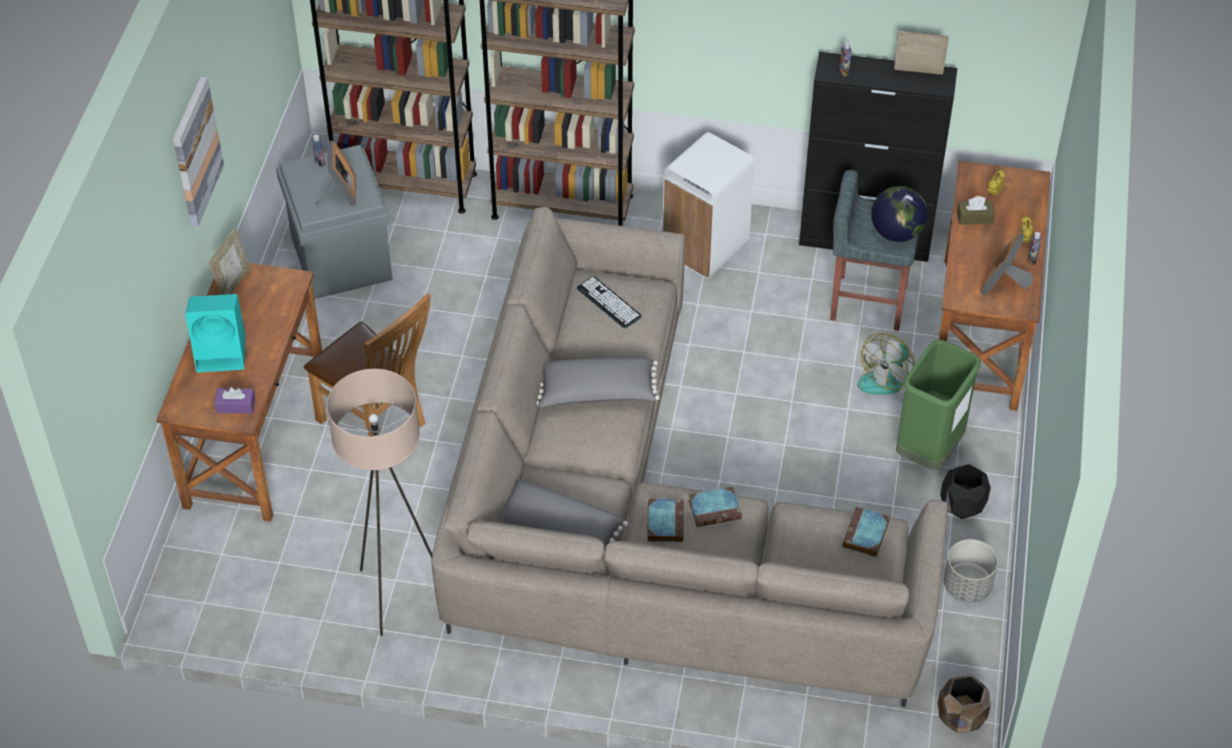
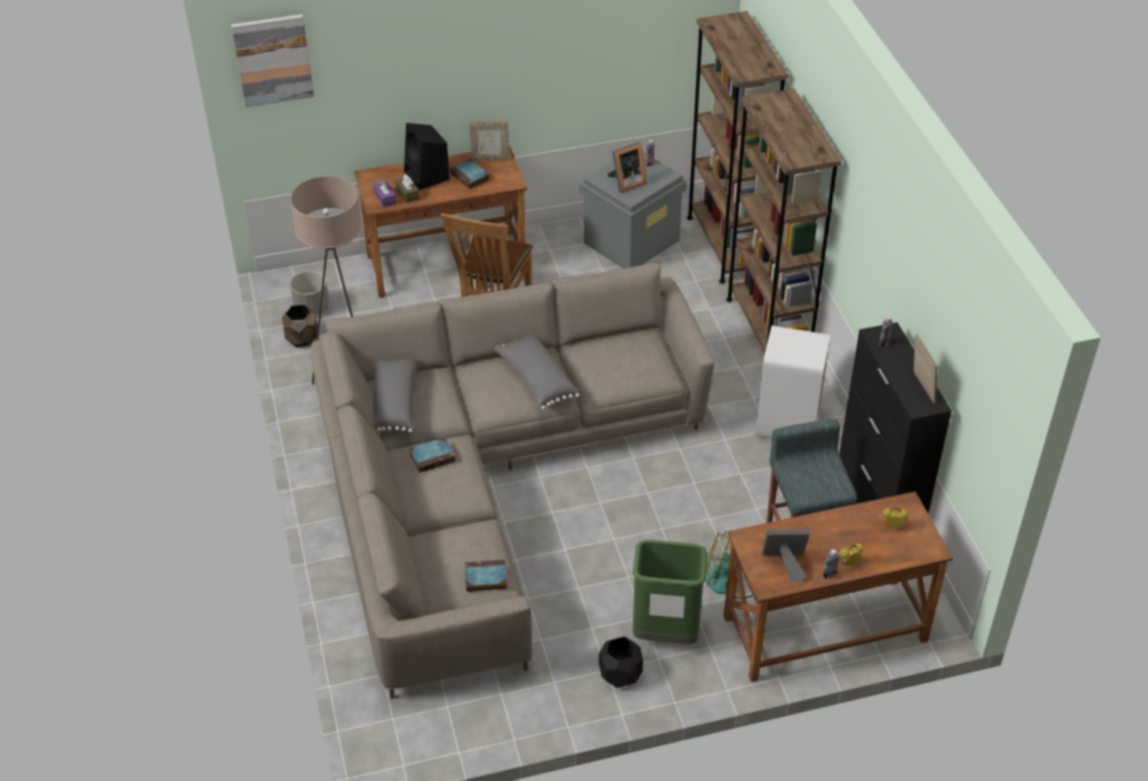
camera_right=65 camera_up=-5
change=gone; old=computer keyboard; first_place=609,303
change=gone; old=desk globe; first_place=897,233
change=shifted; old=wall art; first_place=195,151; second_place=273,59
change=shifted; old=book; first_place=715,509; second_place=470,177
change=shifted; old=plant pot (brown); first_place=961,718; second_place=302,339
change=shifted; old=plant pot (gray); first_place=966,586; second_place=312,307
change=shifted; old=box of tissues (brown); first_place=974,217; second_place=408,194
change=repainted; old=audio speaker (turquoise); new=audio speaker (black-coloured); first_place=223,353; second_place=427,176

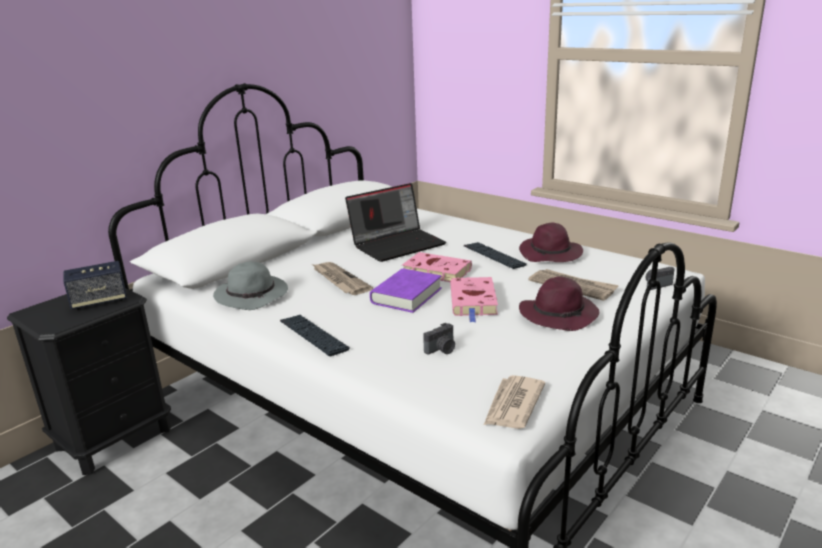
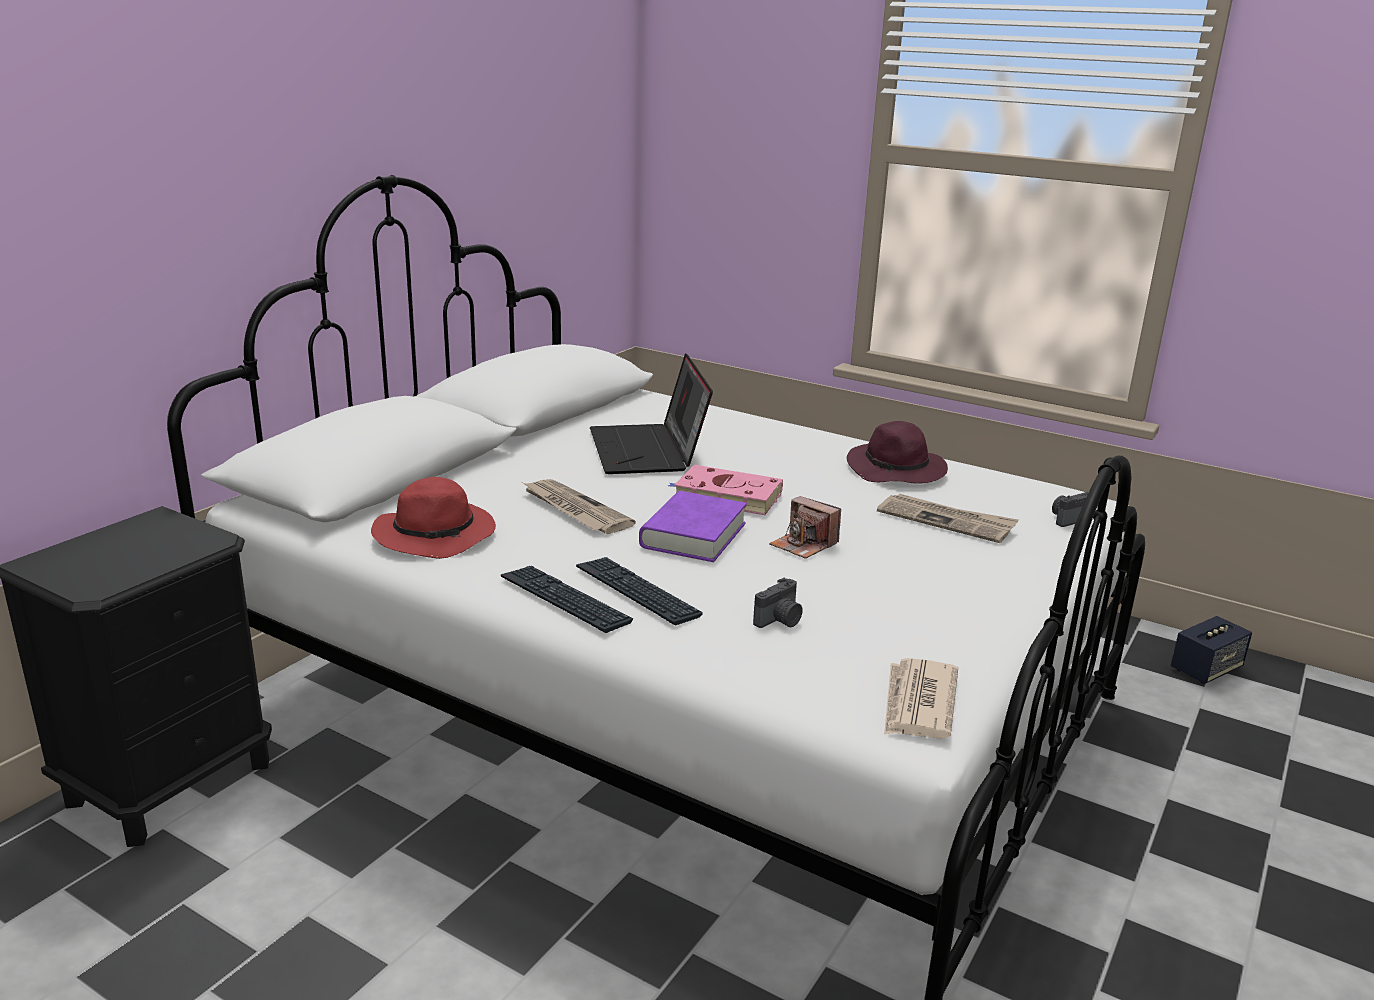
camera_right=-10 camera_up=0
change=gone; old=hat (purplish); first_place=559,314
change=shifted; old=audio speaker; first_place=99,301; second_place=1205,669
change=shifted; old=computer keyboard; first_place=493,256; second_place=637,592
change=swapped; old=book (pink-coloured); new=still camera; first_place=474,302; second_place=803,545
change=repainted; old=hat (gray); new=hat (red-coloured); first_place=253,296; second_place=437,535
change=rotated; old=laptop; first_place=398,244; second_place=649,451; degrees=120

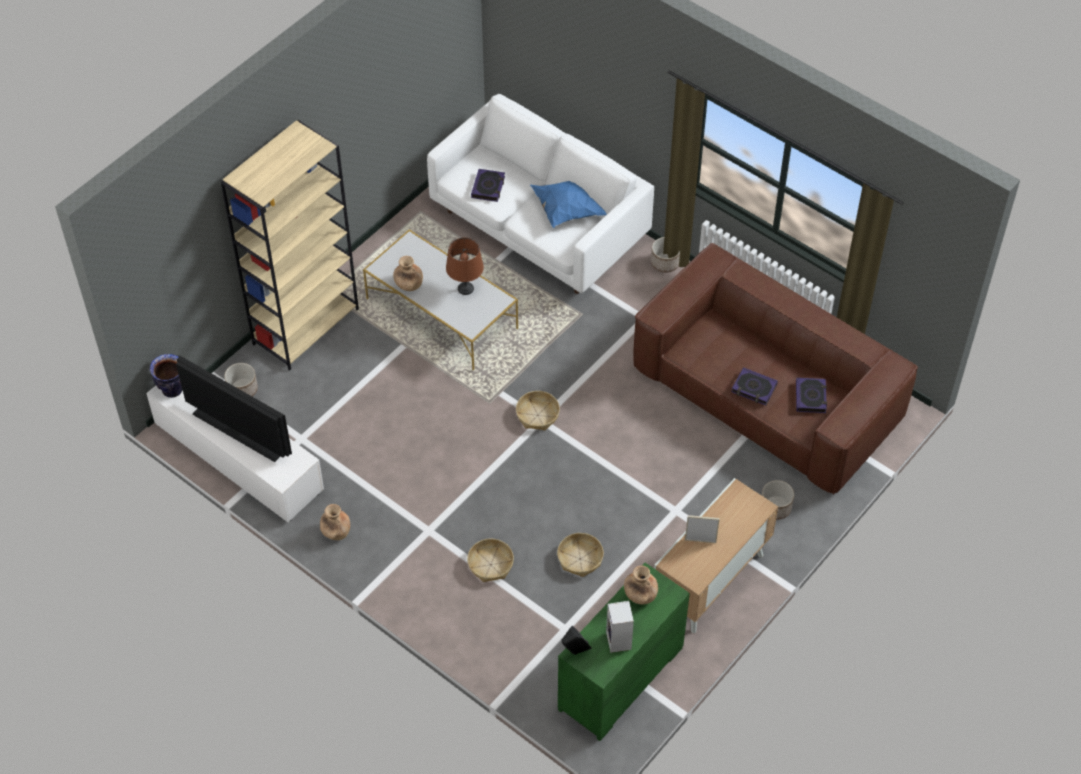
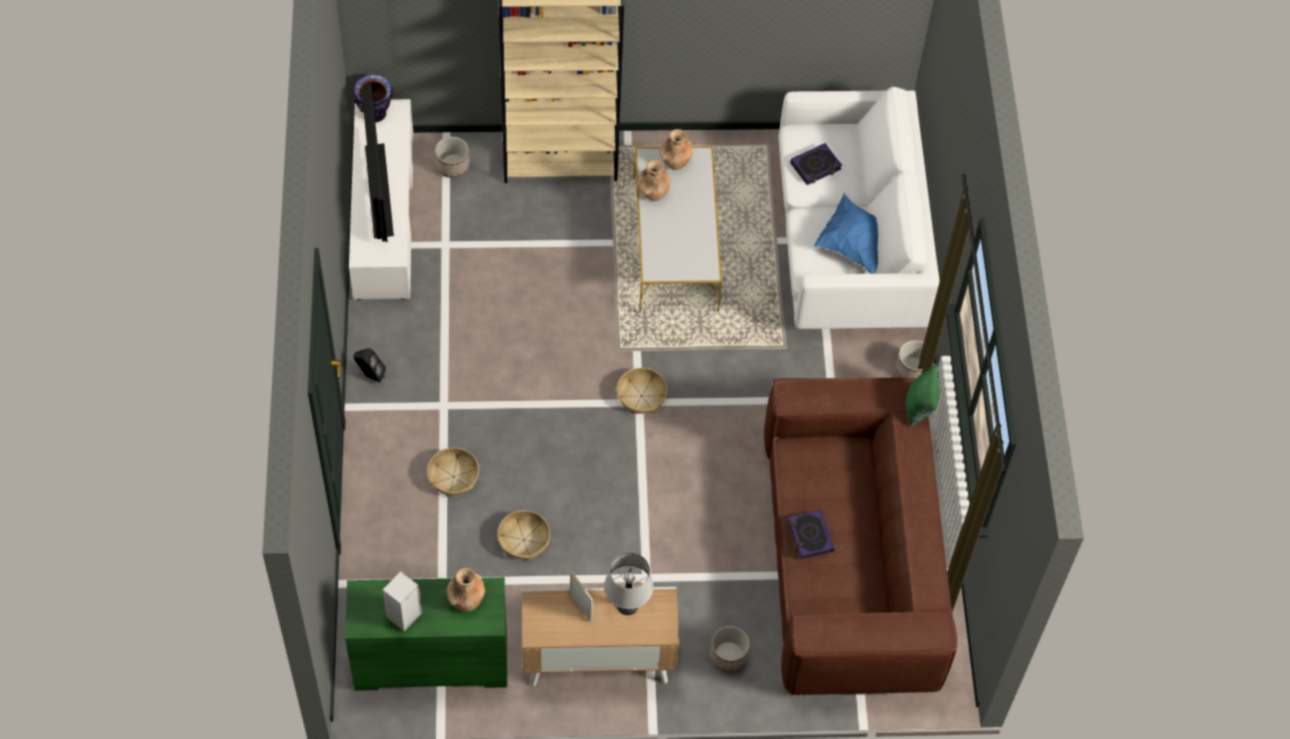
camera_right=45 camera_up=5
change=gone; old=tabletop lamp (brown); first_place=465,288
change=gone; old=book; first_place=811,397
change=new; new=tabletop lamp (gray); second_place=627,606
change=new; new=cushion (green); second_place=919,406
change=shifted; old=flower vase (brown); first_place=335,531; second_place=675,160
change=shifted; old=audio speaker (black-coloured); first_place=575,652; second_place=370,375

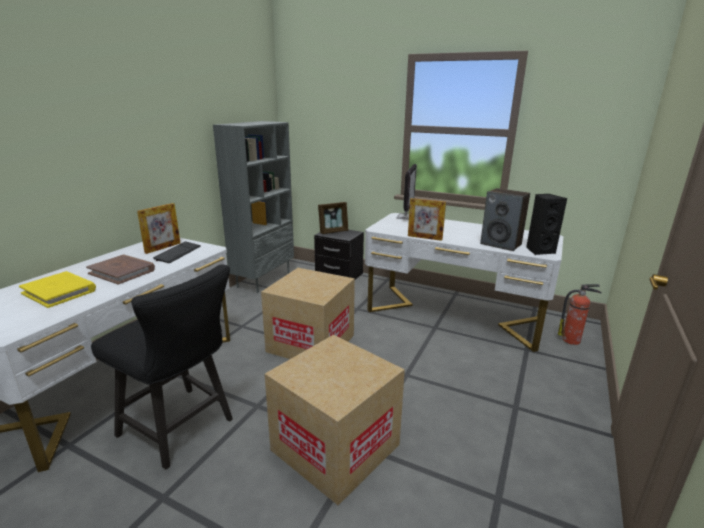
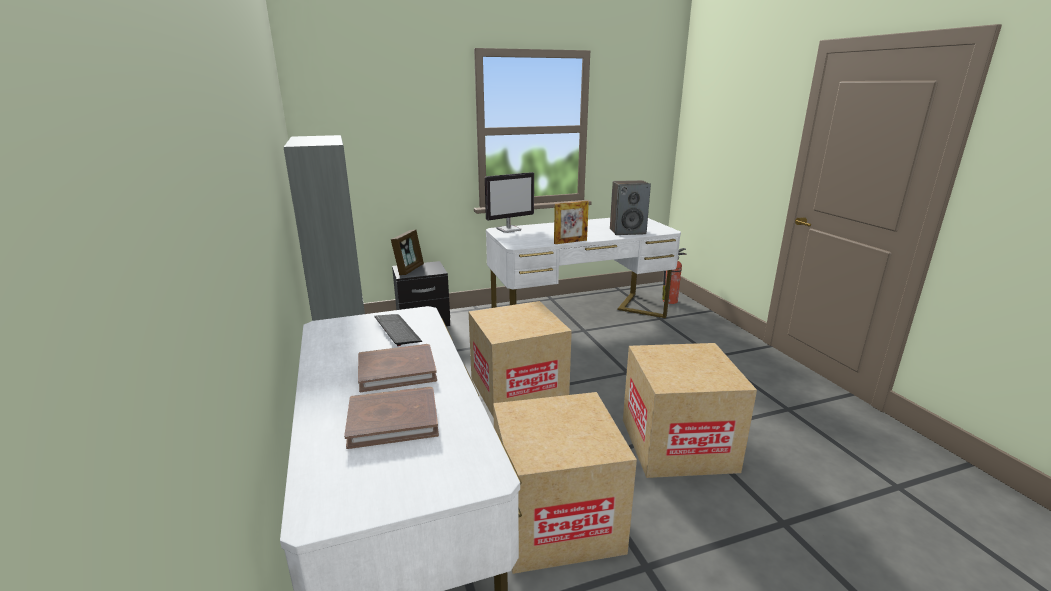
camera_right=-45 camera_up=0
change=gone; old=photo frame; first_place=163,248
change=gone; old=audio speaker (black-coloured); first_place=539,251
change=swapped; old=chair (black-coloured); new=cardboard box; first_place=182,429; second_place=556,519
change=repainted; old=book (yellowish); new=book (brown); first_place=59,292; second_place=393,420
change=rotated; old=monitor; first_place=406,217; second_place=509,229; degrees=90

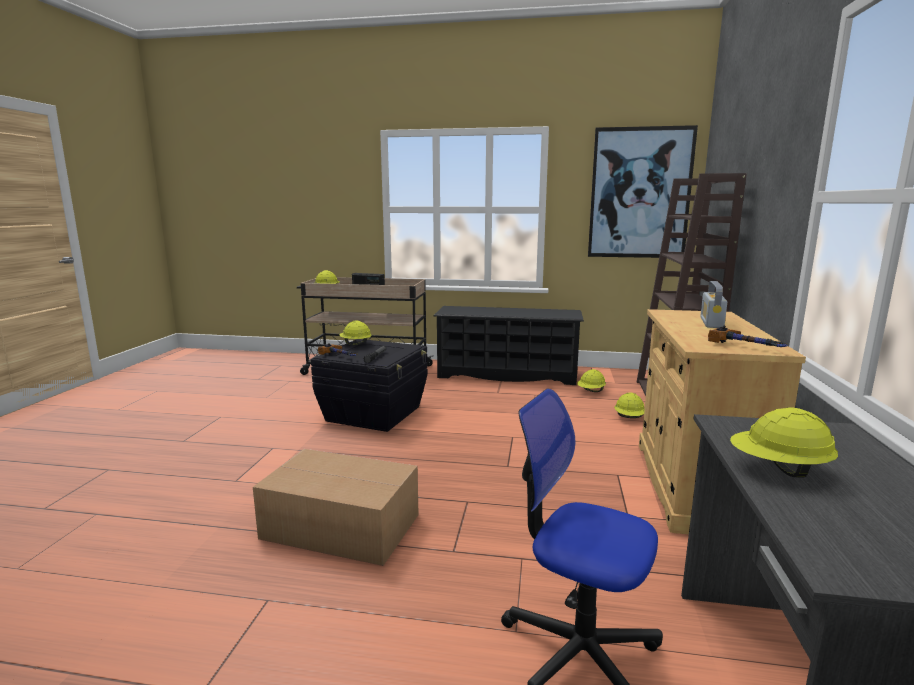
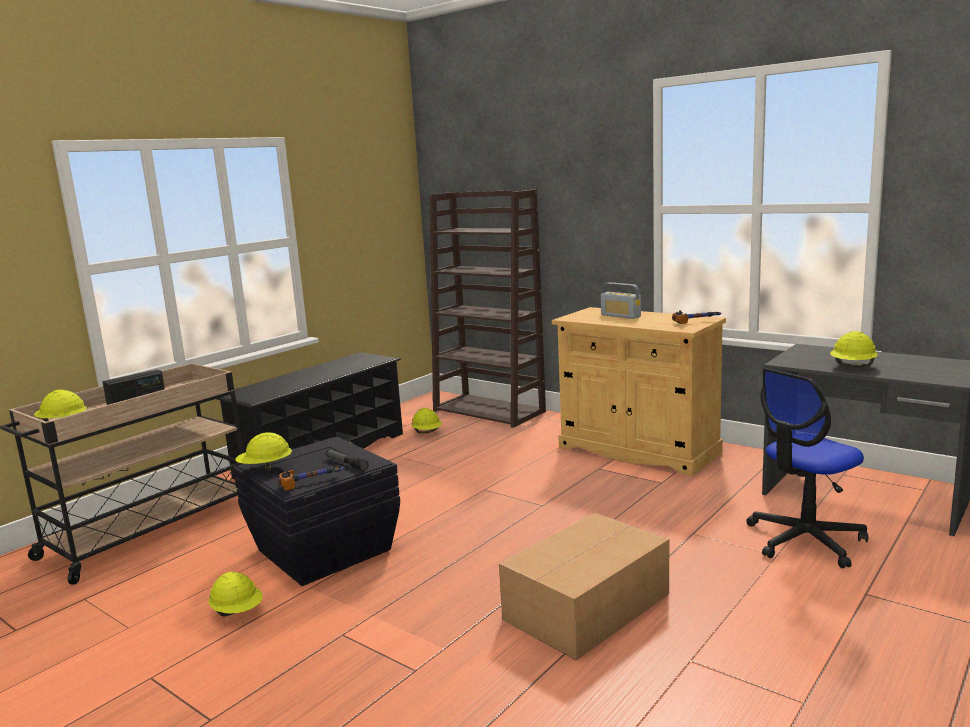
camera_right=-60 camera_up=0
change=gone; old=wall art; first_place=640,193
change=shifted; old=hard hat (yellowish); first_place=629,418; second_place=238,612

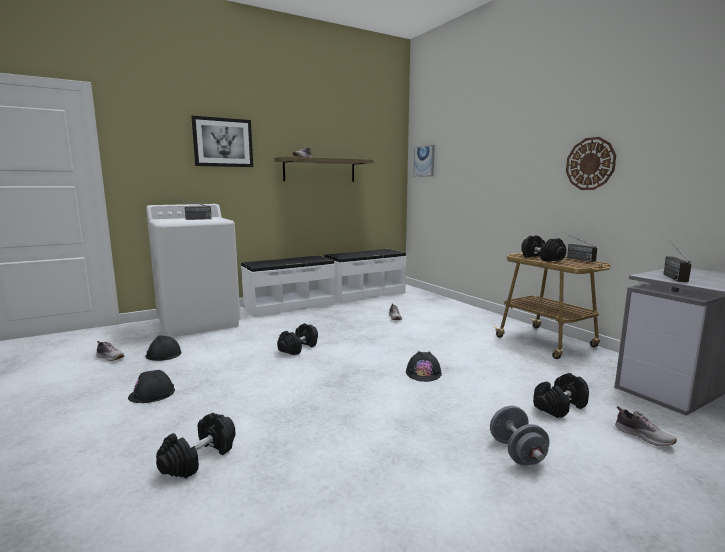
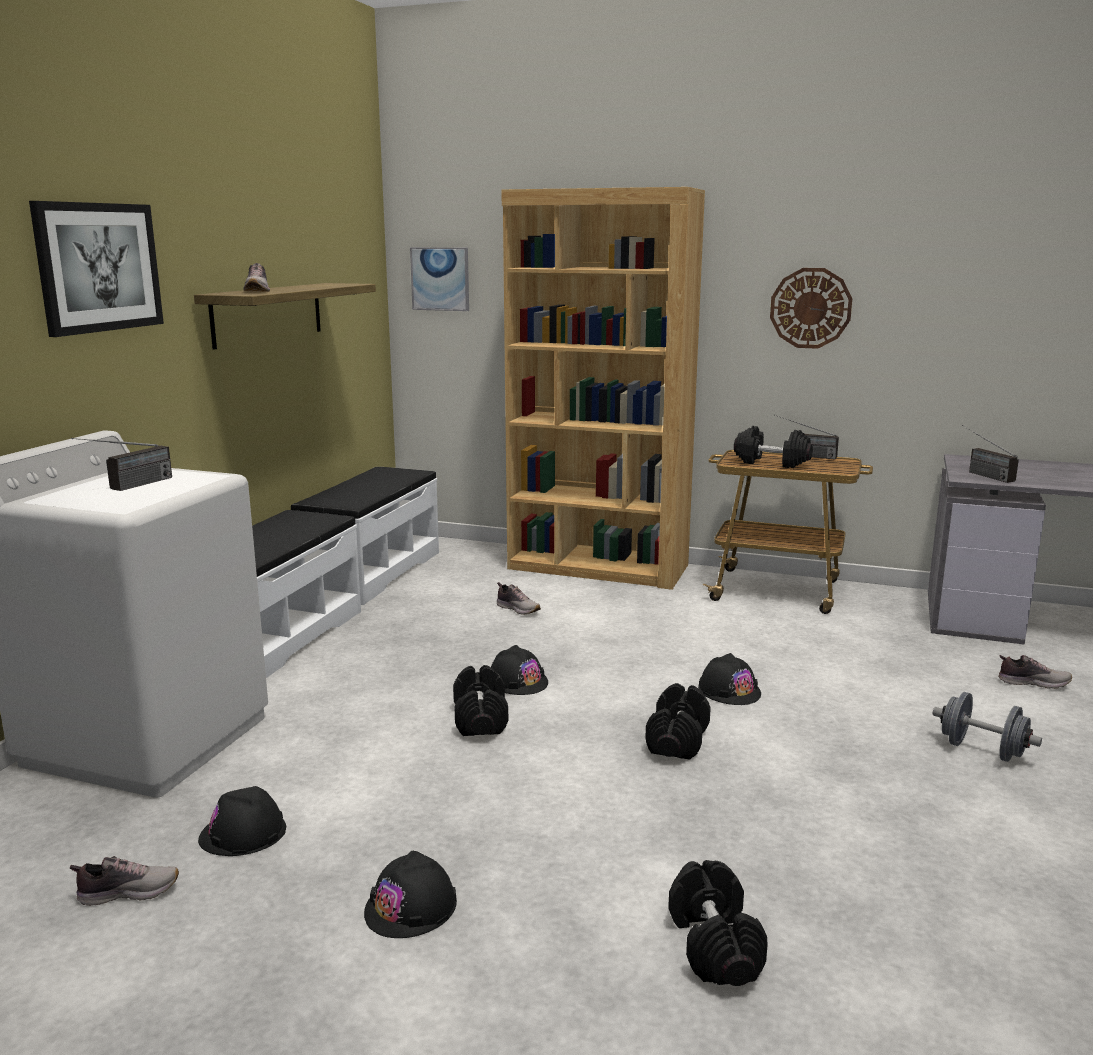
camera_right=-40 camera_up=5
change=new; new=hard hat (black-coloured); second_place=517,681
change=new; new=shelving unit (brown); second_place=598,567
change=shifted; old=dumbbell (black-coloured); first_place=560,407; second_place=678,740

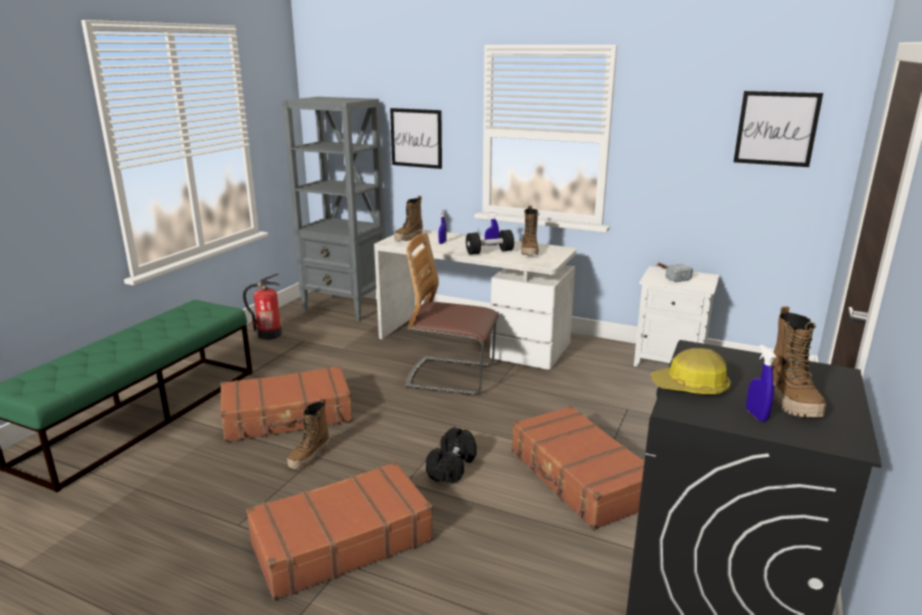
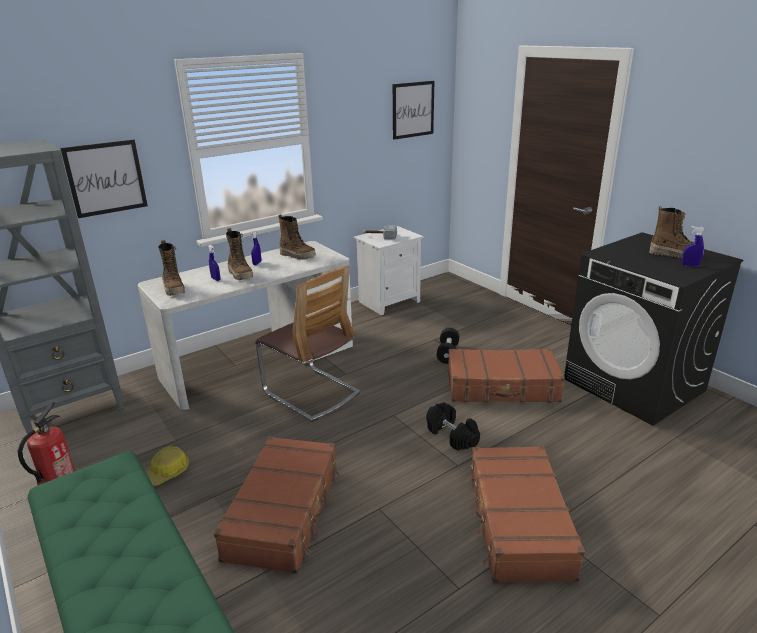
camera_right=-60 camera_up=5
change=shifted; old=tall boot; first_place=309,457; second_place=240,274
change=shifted; old=dumbbell (black-coloured); first_place=489,252; second_place=447,353
change=shifted; old=hard hat; first_place=691,387; second_place=168,472
change=rotated; old=chair; first_place=451,376; second_place=311,393; degrees=-90

